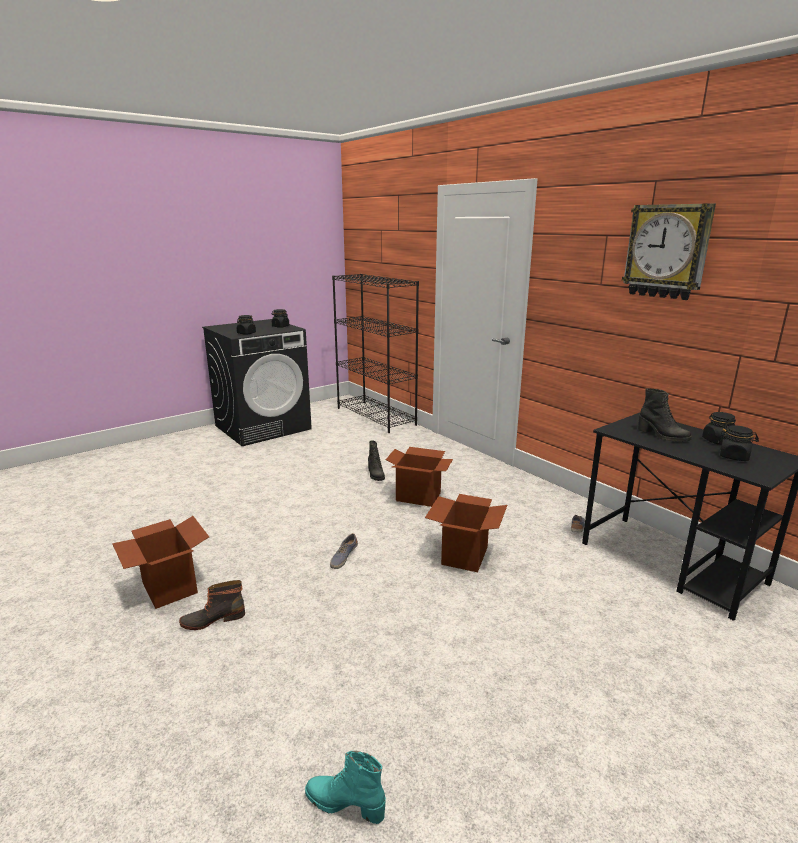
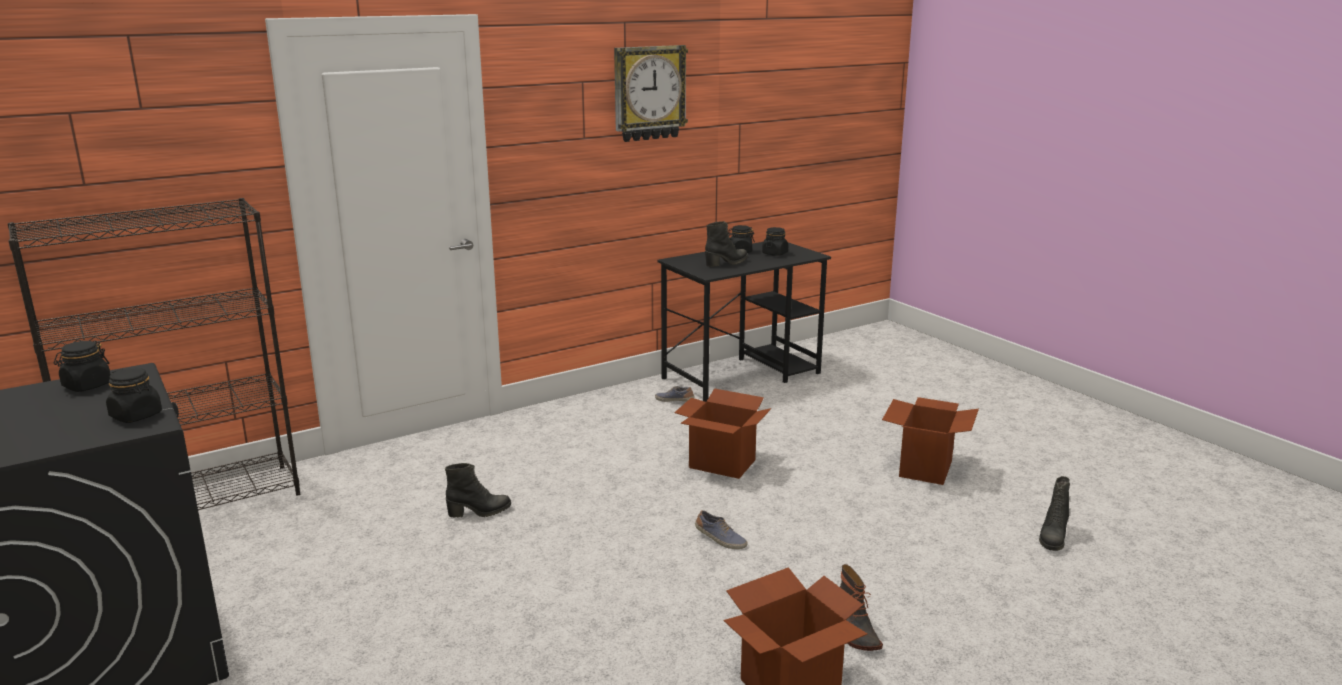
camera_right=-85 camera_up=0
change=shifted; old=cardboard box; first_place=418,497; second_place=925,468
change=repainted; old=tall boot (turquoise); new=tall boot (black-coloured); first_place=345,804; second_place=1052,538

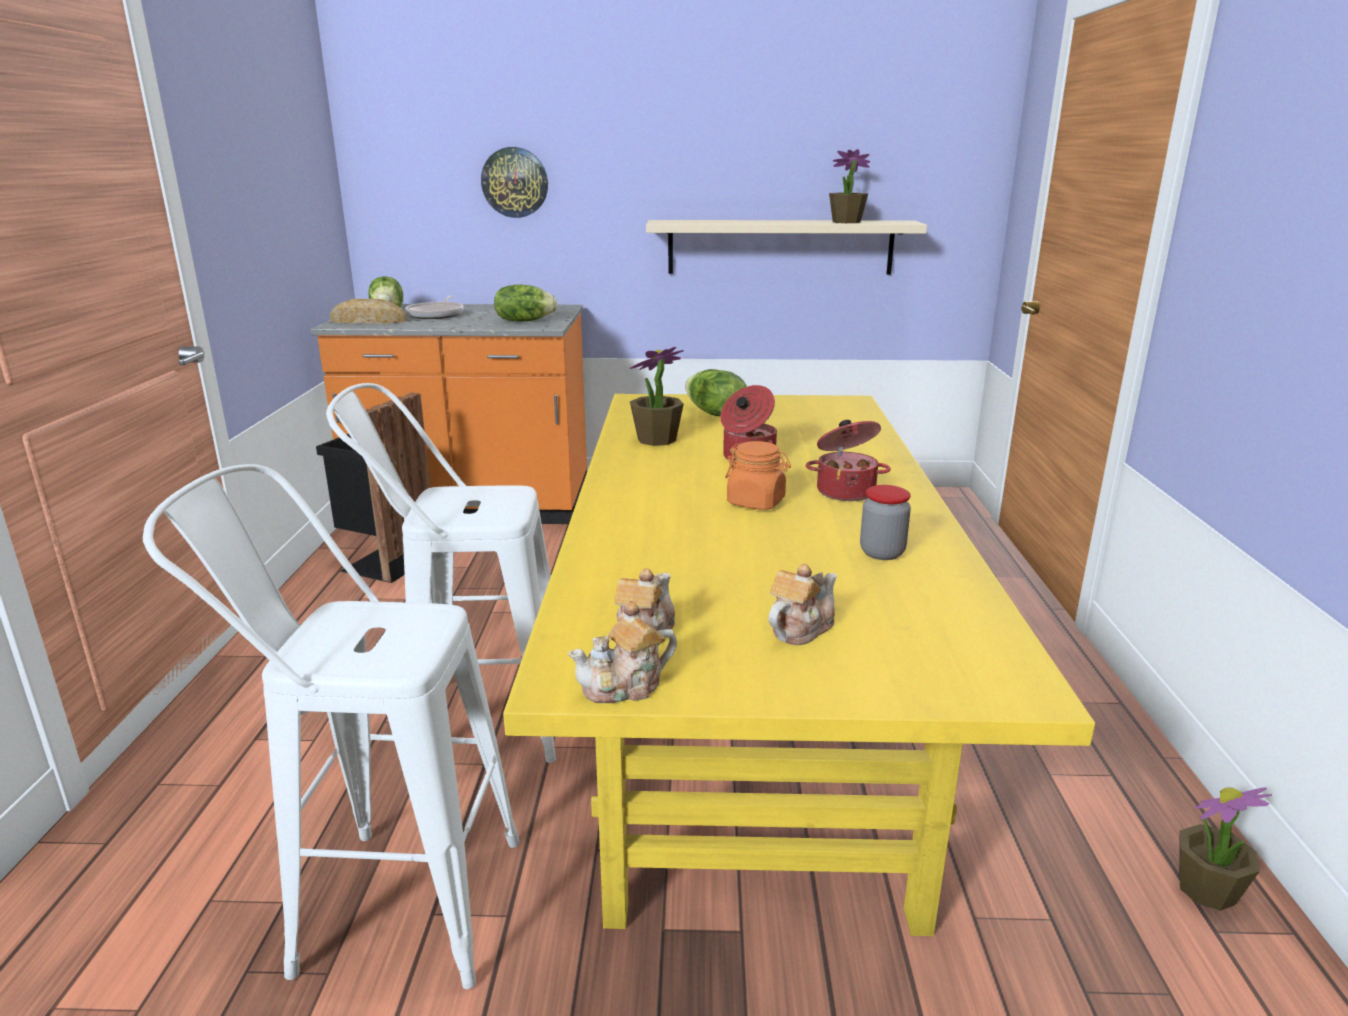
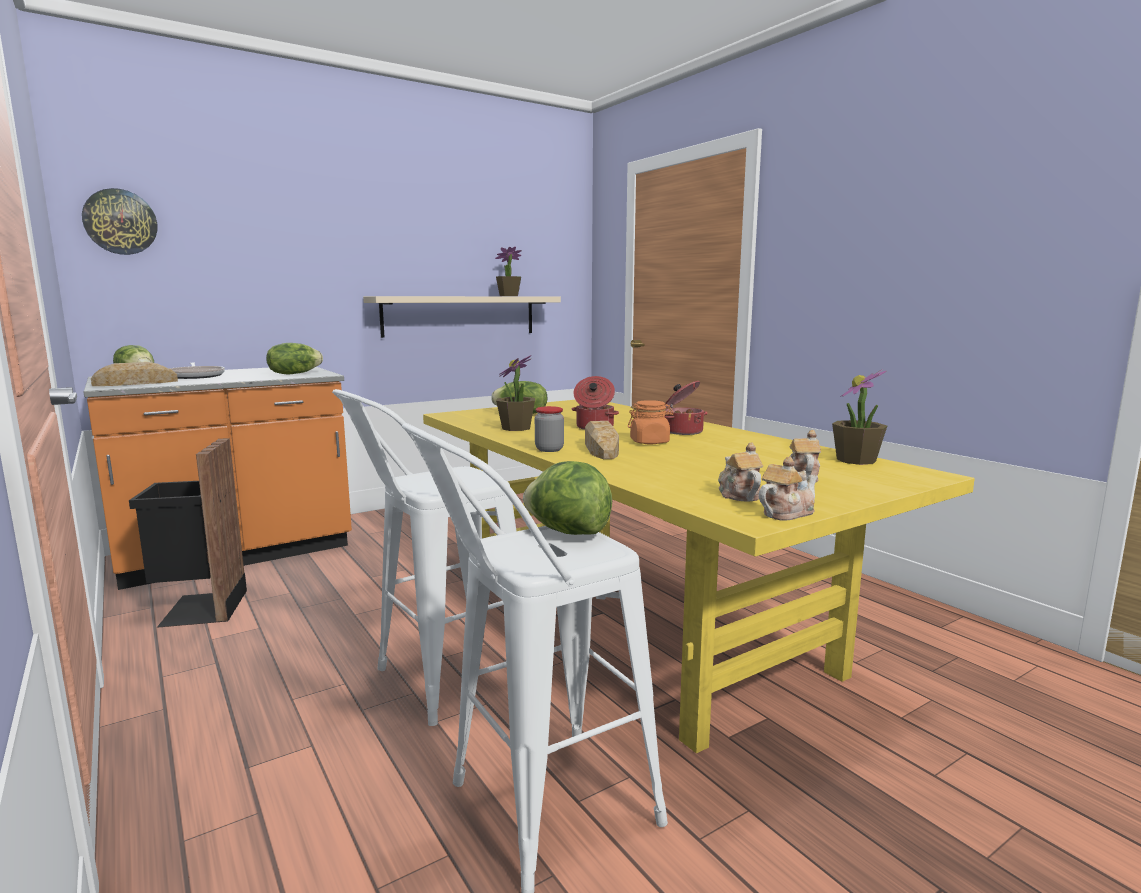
camera_right=-35 camera_up=-10
change=new; new=lettuce head; second_place=568,532
change=new; new=bakery bread; second_place=601,449
change=shifted; old=hanging clock; first_place=515,182; second_place=120,222
change=shifted; old=storage jar; first_place=882,553; second_place=549,449
change=shifted; old=plant in a pot; first_place=1206,890; second_place=856,460
change=rotated; old=pot for tea; first_place=625,686; second_place=785,513; degrees=-150

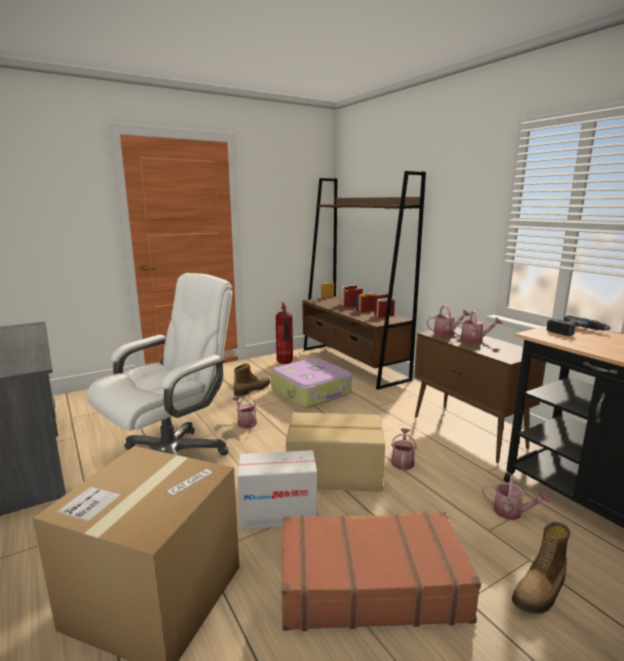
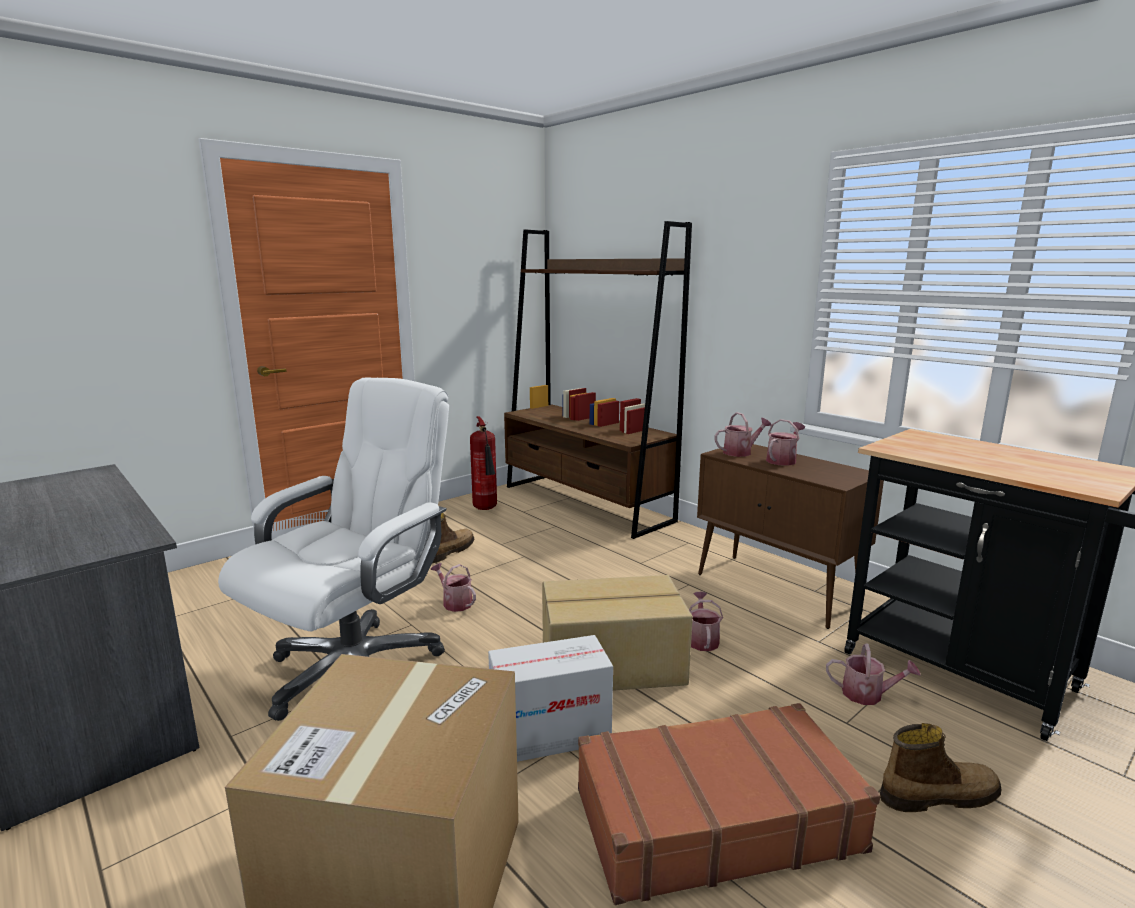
camera_right=-10 camera_up=0
change=gone; old=travel case; first_place=311,392
change=gone; old=power drill; first_place=575,331
change=rotated; old=sprinkling can; first_place=474,340; second_place=783,460; degrees=-45
change=rotated; old=tall boot; first_place=541,590; second_place=937,795; degrees=-135

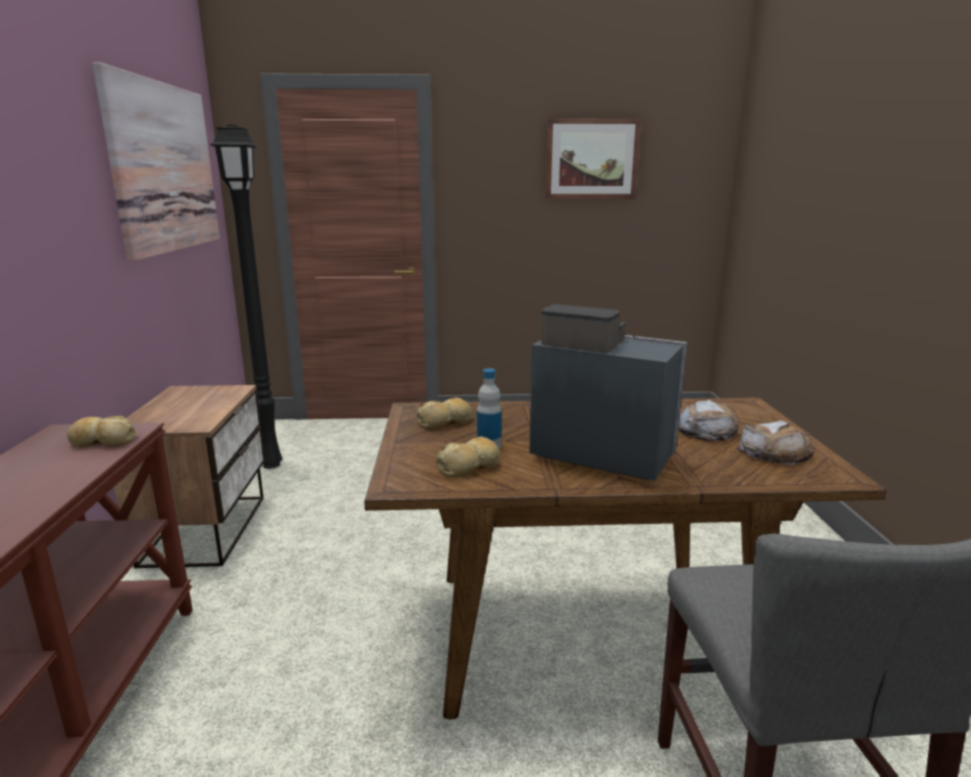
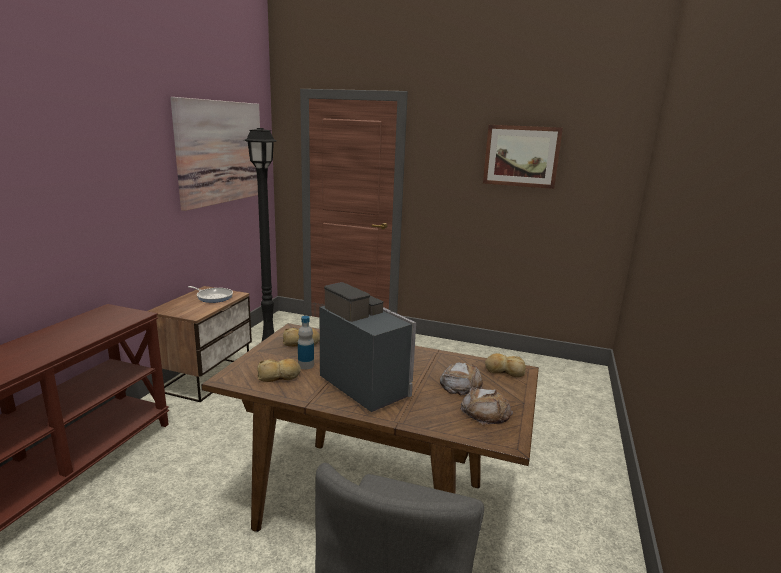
camera_right=20 camera_up=0
change=new; new=frying pan; second_place=213,297
change=shifted; old=bakery bread; first_place=103,441; second_place=504,371

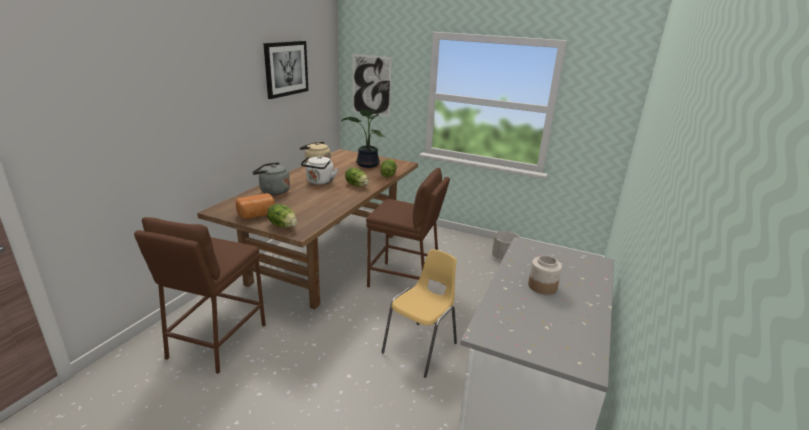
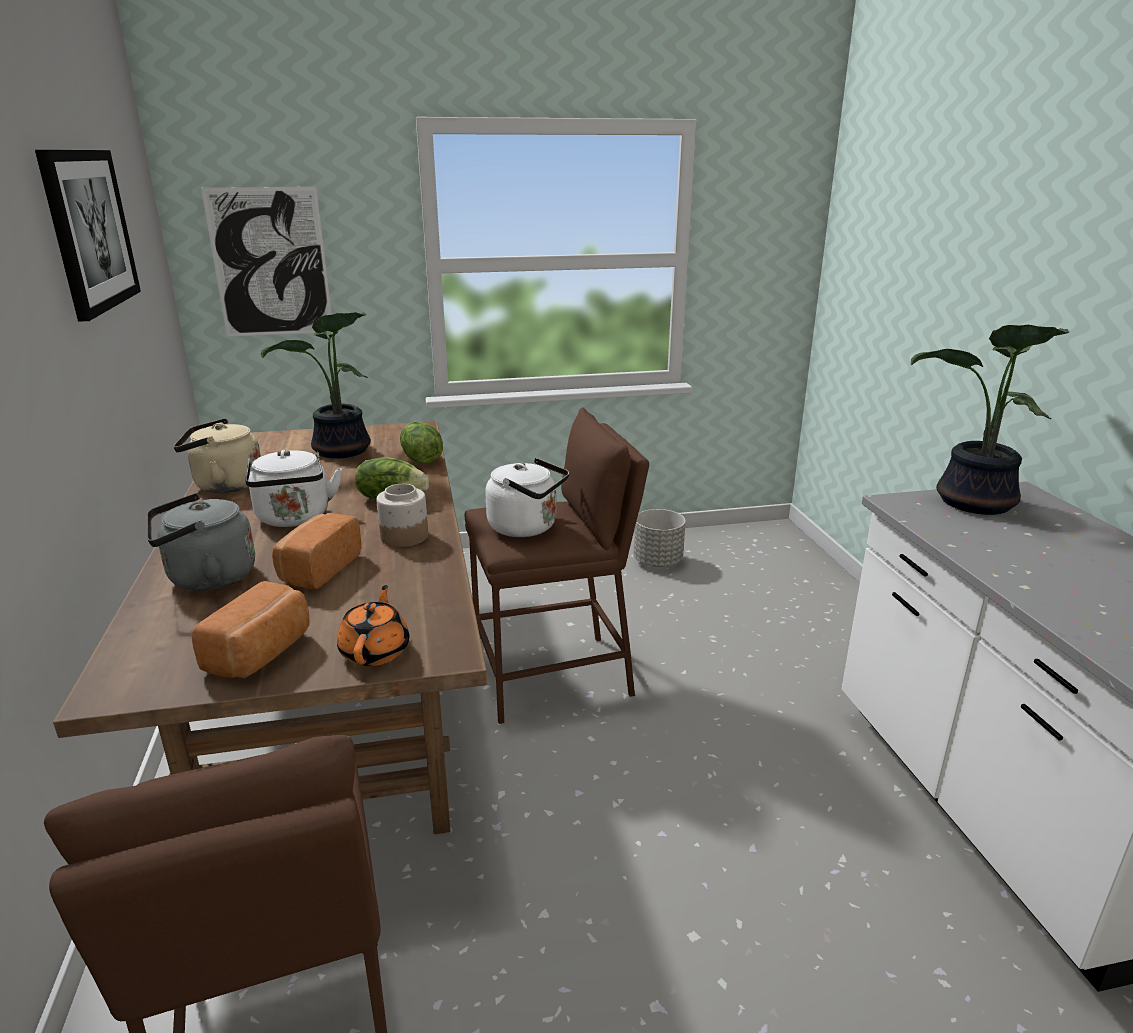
camera_right=-35 camera_up=0
change=gone; old=chair (yellowish); first_place=421,348
change=new; new=bakery bread; second_place=317,569
change=new; new=kettle (whitish); second_place=527,527
change=new; new=plant in a pot; second_place=972,503
change=shifted; old=storage jar; first_place=542,286; second_place=404,537
change=swapped; old=lettuce head; new=pot for tea (orangey); first_place=283,225; second_place=376,651

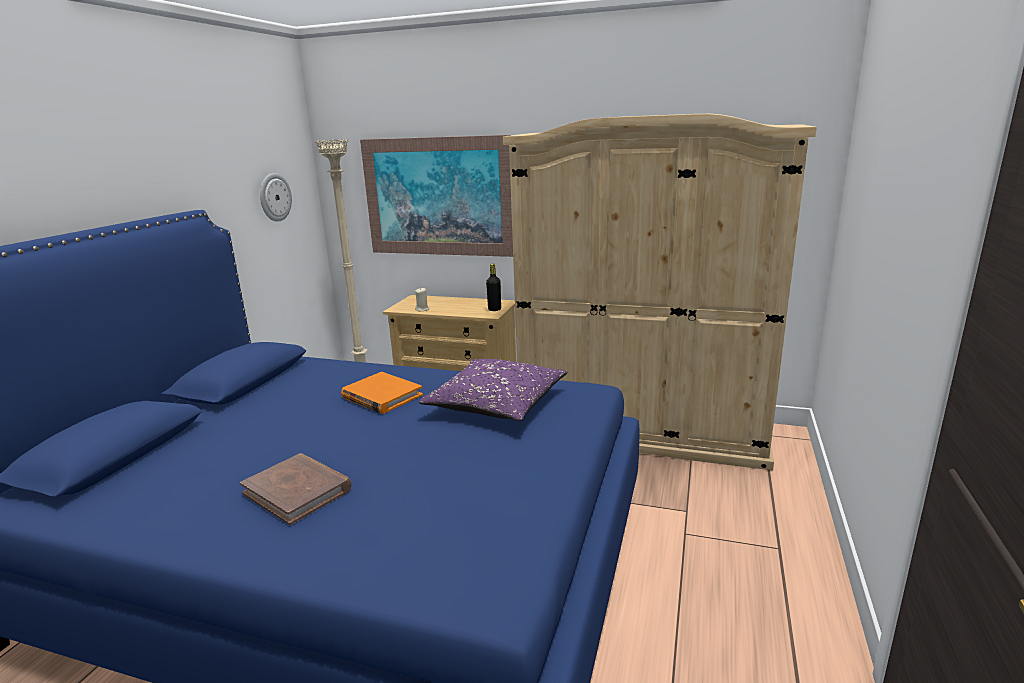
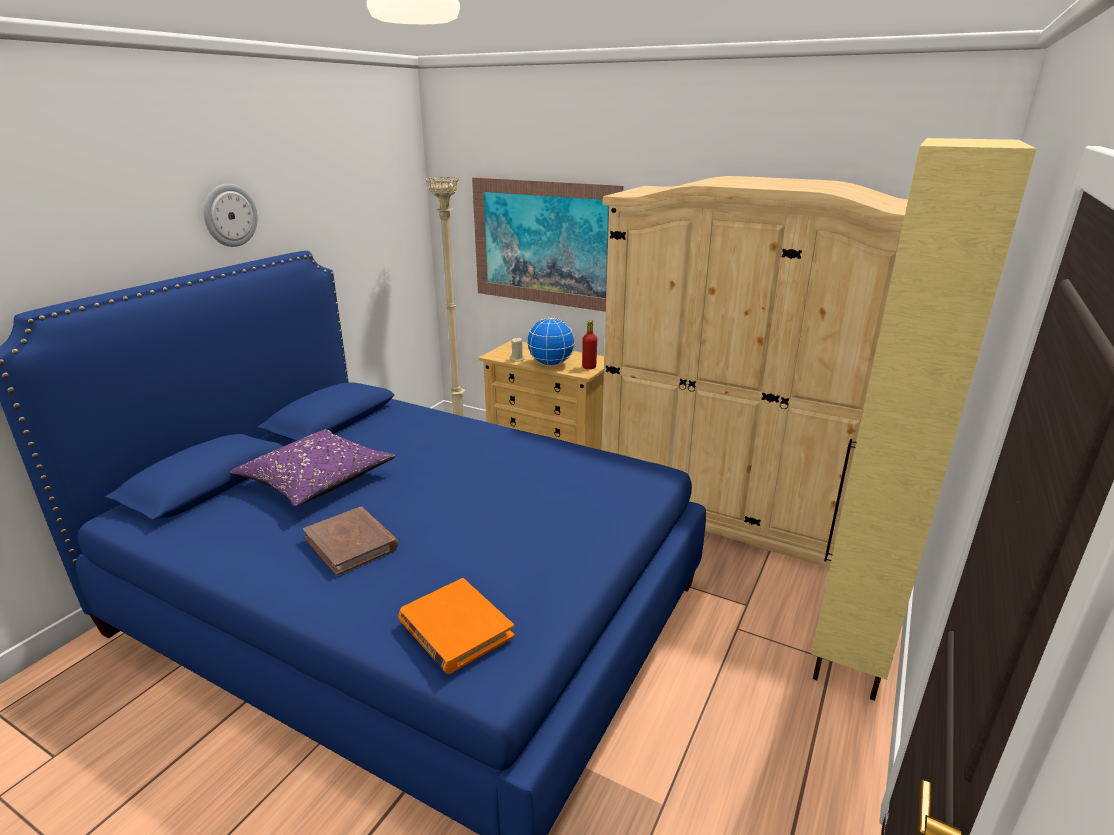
camera_right=10 camera_up=5
change=new; new=desk globe; second_place=551,364
change=new; new=cabinet (beige); second_place=850,646
change=shifted; old=hanging clock; first_place=274,197; second_place=229,215
change=shifted; old=book (orangey); first_place=381,396; second_place=455,629
change=shifted; old=cushion (purplish); first_place=496,404; second_place=316,481
change=repainted; old=beverage bottle (black-coloured); new=beverage bottle (red-coloured); first_place=494,309; second_place=589,367

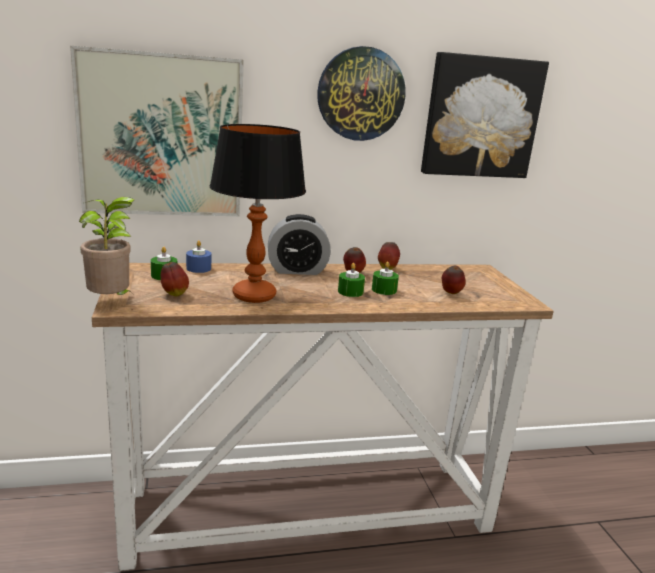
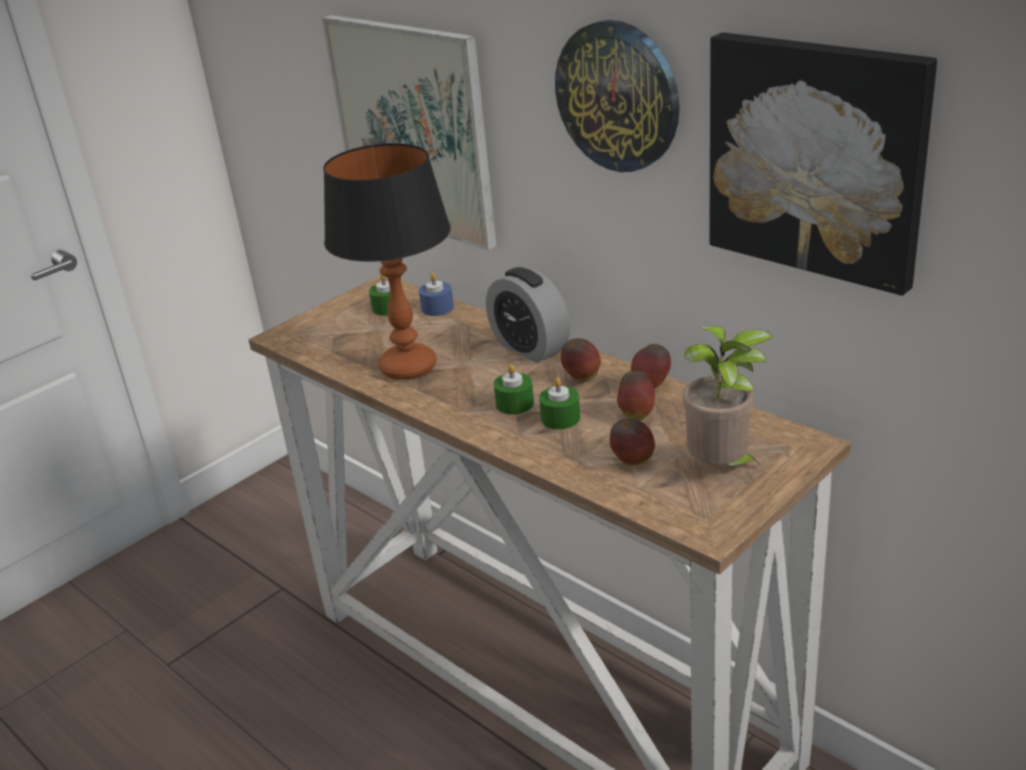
camera_right=60 camera_up=10
change=shifted; old=plant in a pot; first_place=112,302; second_place=722,469
change=shifted; old=whole apple; first_place=174,294; second_place=636,415

